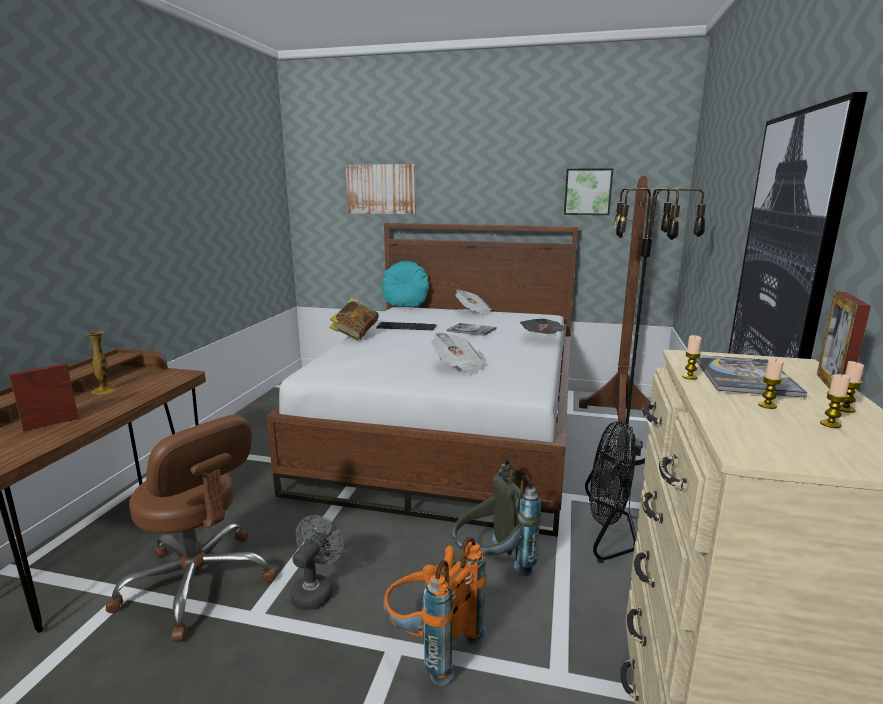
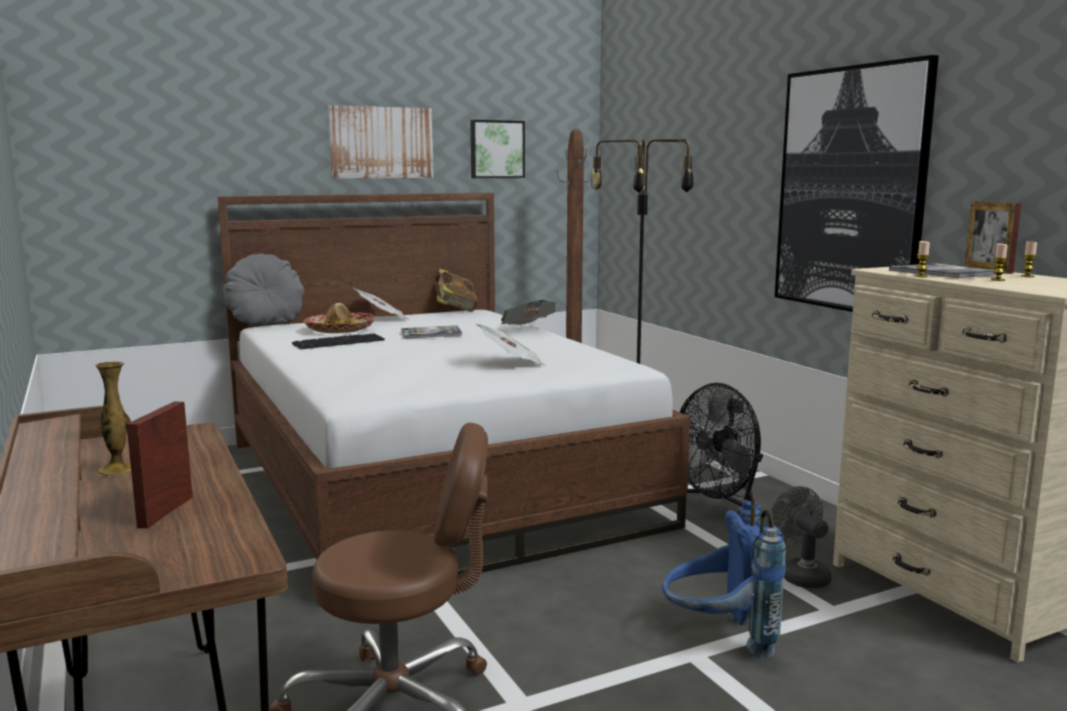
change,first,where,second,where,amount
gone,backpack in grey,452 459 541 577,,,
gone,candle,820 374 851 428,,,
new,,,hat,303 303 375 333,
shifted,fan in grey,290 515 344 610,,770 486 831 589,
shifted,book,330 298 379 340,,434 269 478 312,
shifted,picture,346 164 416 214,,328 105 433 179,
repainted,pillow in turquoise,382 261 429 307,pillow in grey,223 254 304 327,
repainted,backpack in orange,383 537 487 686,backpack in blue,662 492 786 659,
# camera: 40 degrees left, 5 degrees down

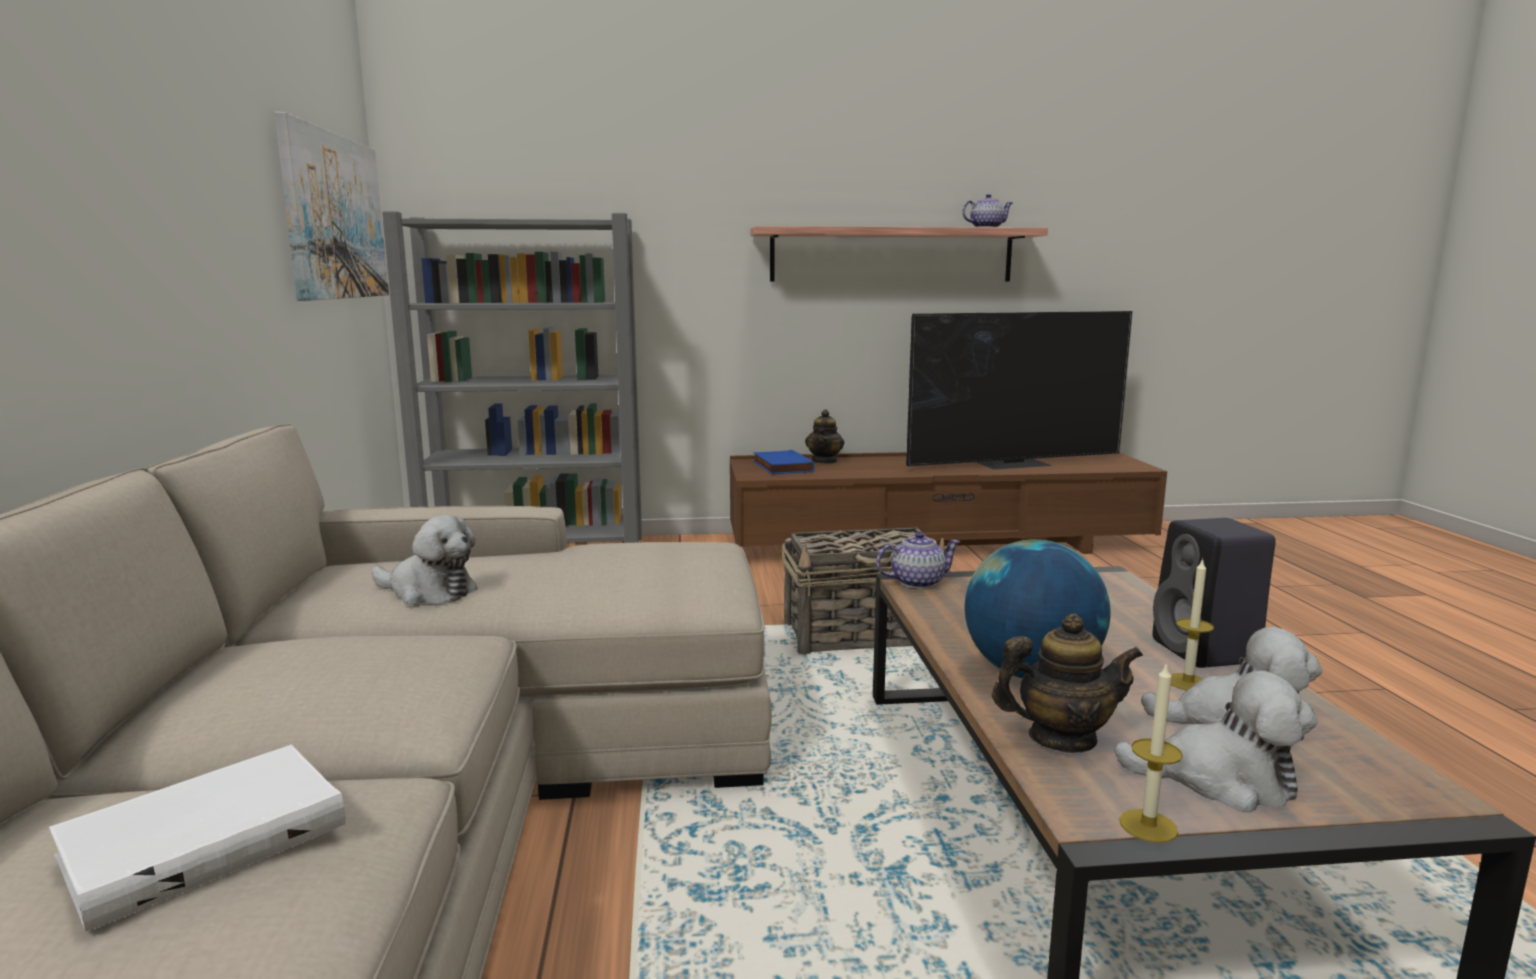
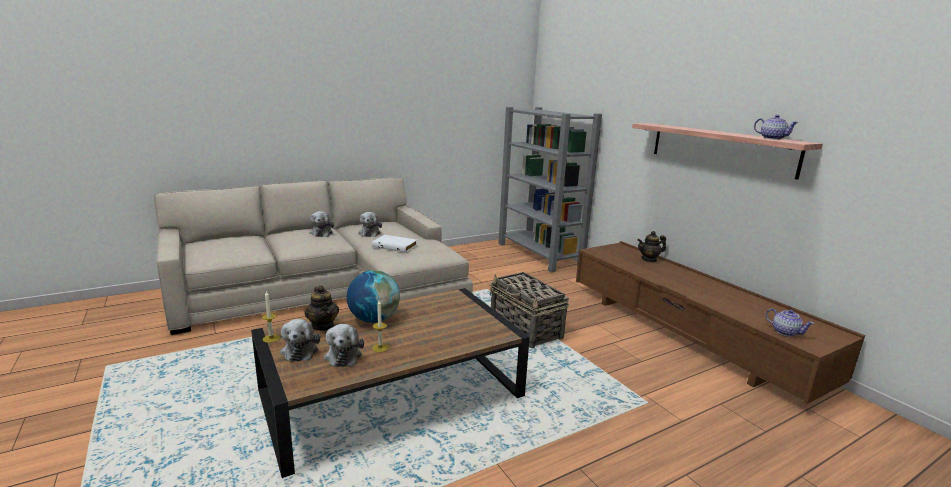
change,first,where,second,where,amount
gone,picture,275 112 389 301,,,
gone,book in blue,753 450 814 474,,,
gone,television,906 311 1132 470,,,
gone,speaker in black,1152 518 1276 668,,,
new,,,plush toy,310 211 334 237,
shifted,book in white,49 745 345 932,,372 235 417 253,
shifted,teapot,876 532 960 588,,765 308 814 337,
# camera: 65 degrees right, 5 degrees up

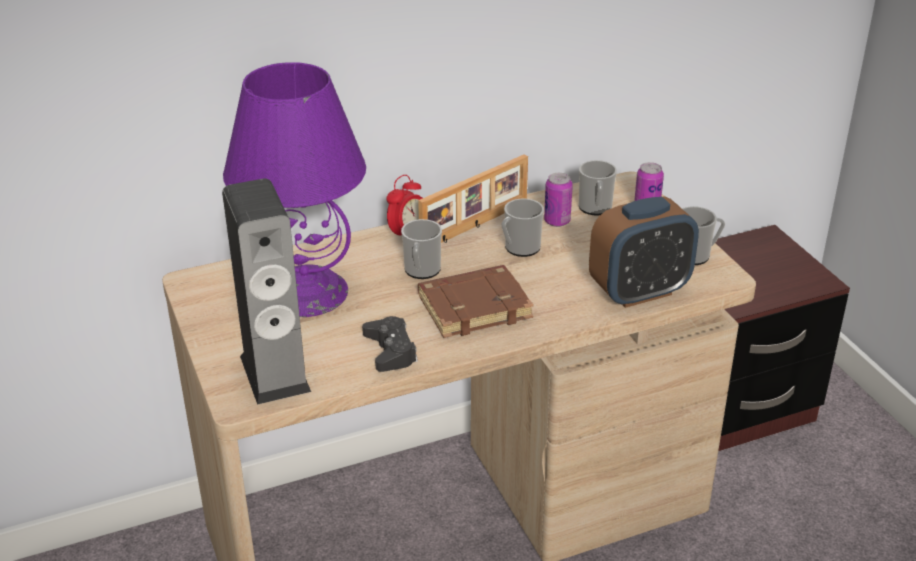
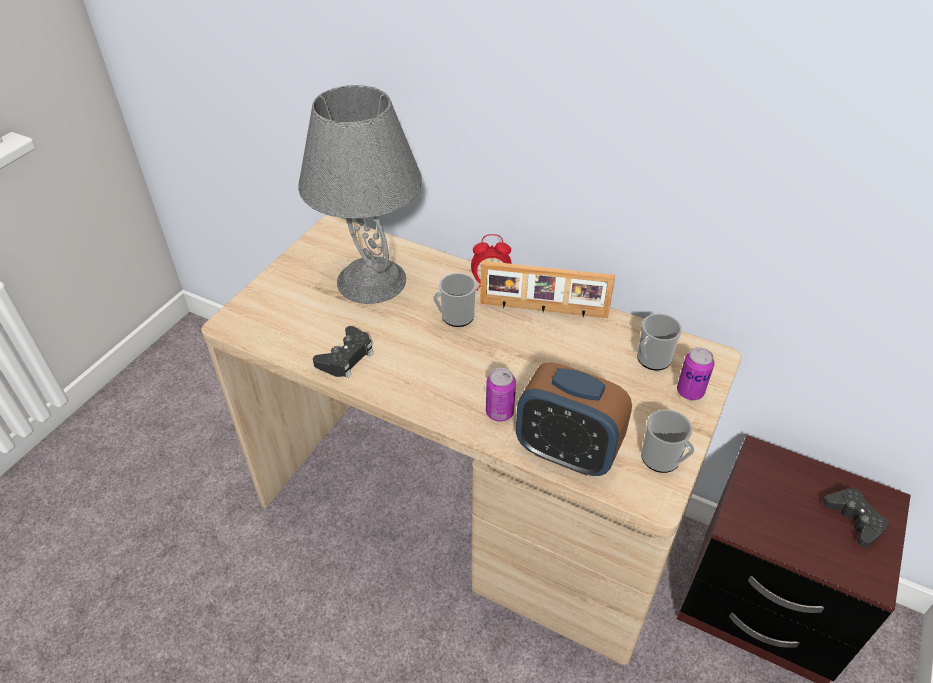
change,first,where,second,where,amount
gone,speaker,222 179 311 405,,,
gone,book in brown,418 265 534 338,,,
gone,mug,502 199 544 257,,,
new,,,game controller in black,823 488 889 548,
shifted,can,544 173 573 227,,486 368 516 422,
repainted,table lamp in purple,223 62 366 317,table lamp in grey,298 85 422 304,
# camera: 50 degrees right, 10 degrees up

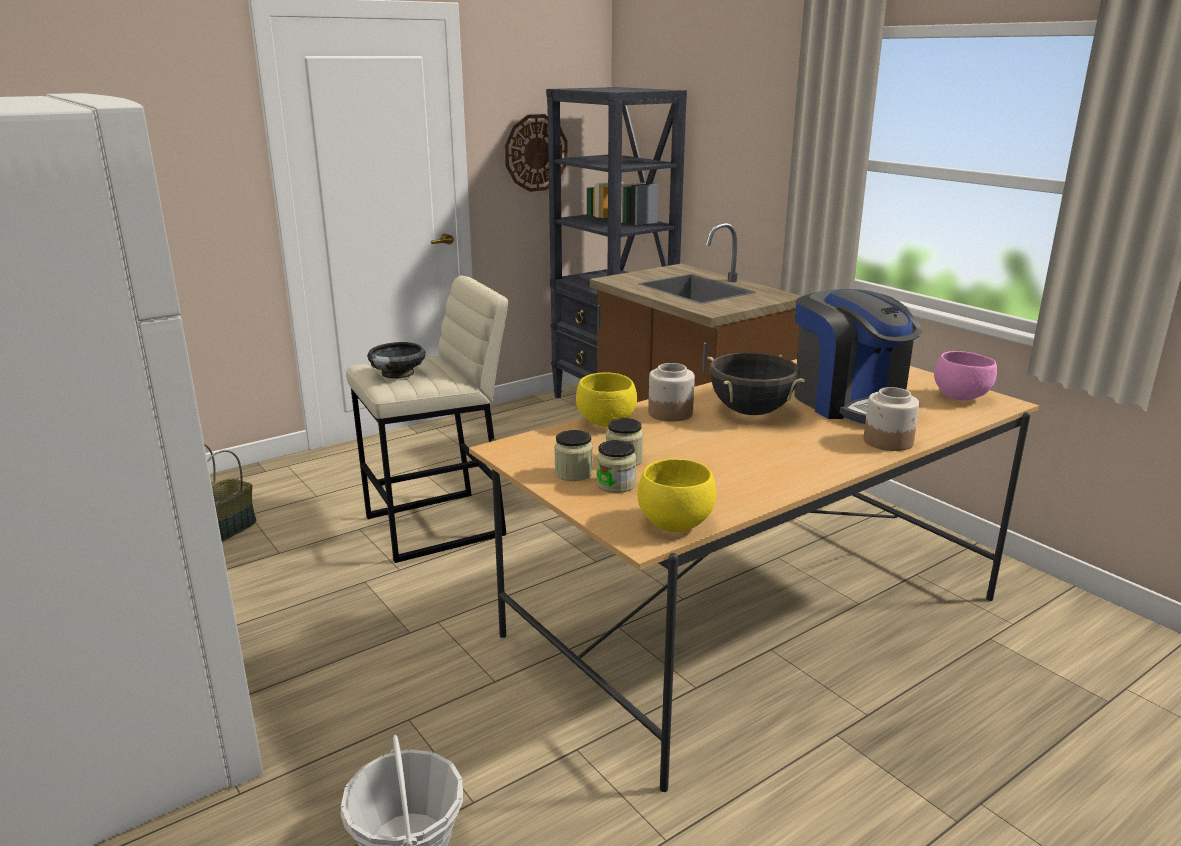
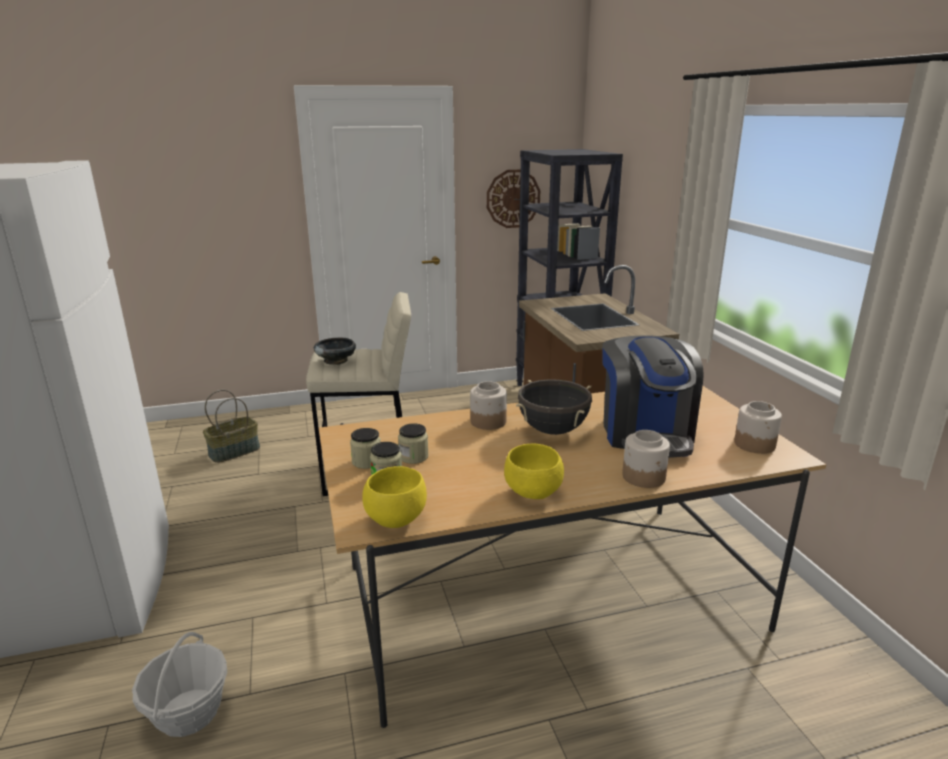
change,first,where,second,where,amount
shifted,bowl in yellow,576 373 637 426,,504 444 564 499,
swapped,bowl in pink,934 351 997 400,jar,734 401 782 454,
# camera: 20 degrees right, 0 degrees up

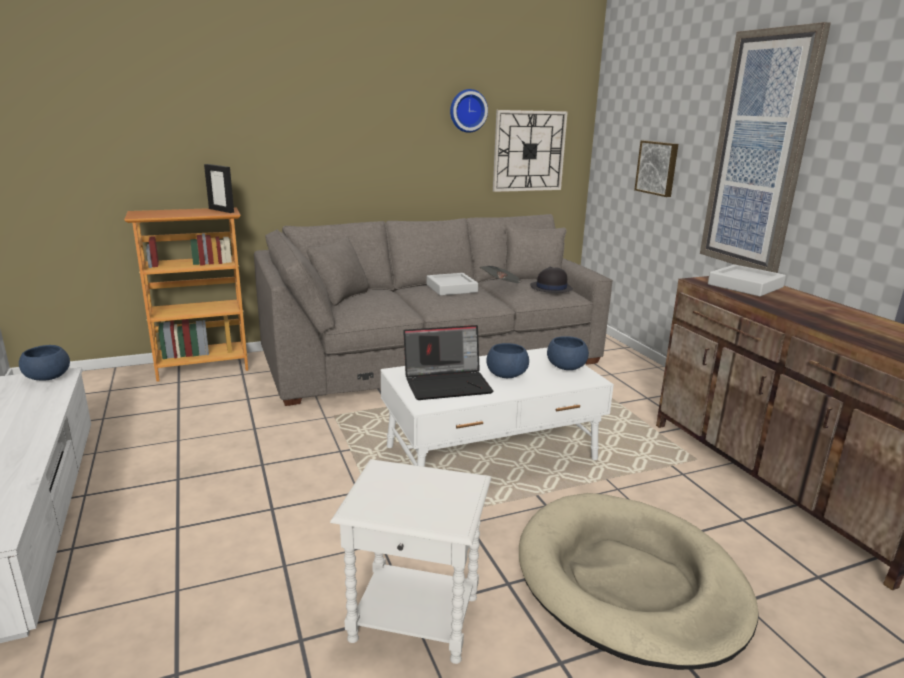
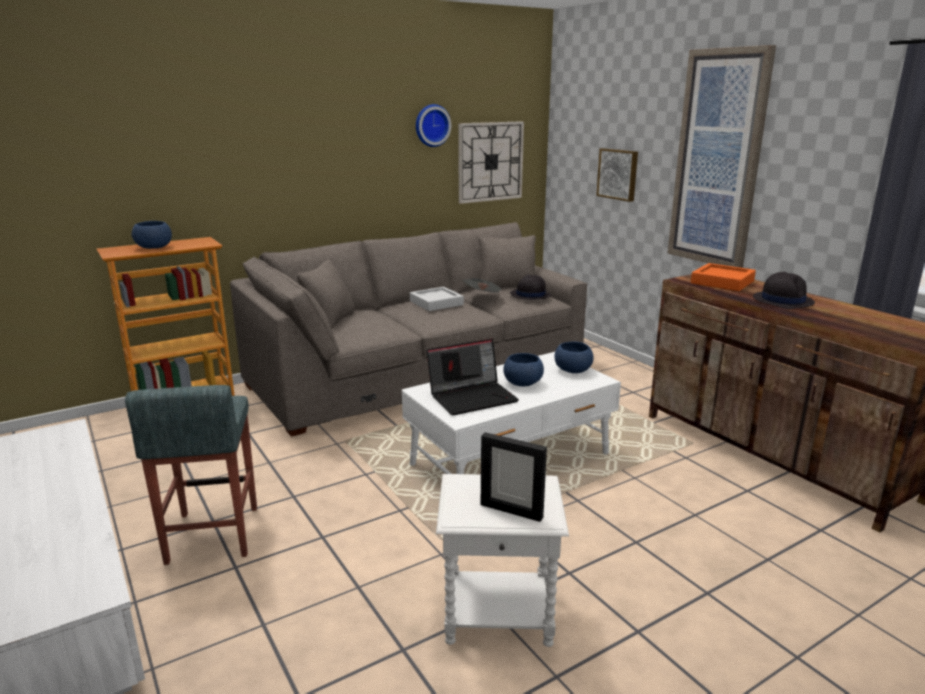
change,first,where,second,where,amount
gone,dog bed in beige,519 493 759 670,,,
new,,,stool in grey,125 385 257 565,
new,,,hat in black,753 272 815 309,
shifted,bowl in blue,19 345 70 381,,132 221 172 249,
shifted,picture frame,204 164 234 213,,481 432 547 522,
repainted,tray in grey,708 264 786 296,tray in orange,691 263 756 291,
# camera: 10 degrees left, 0 degrees up

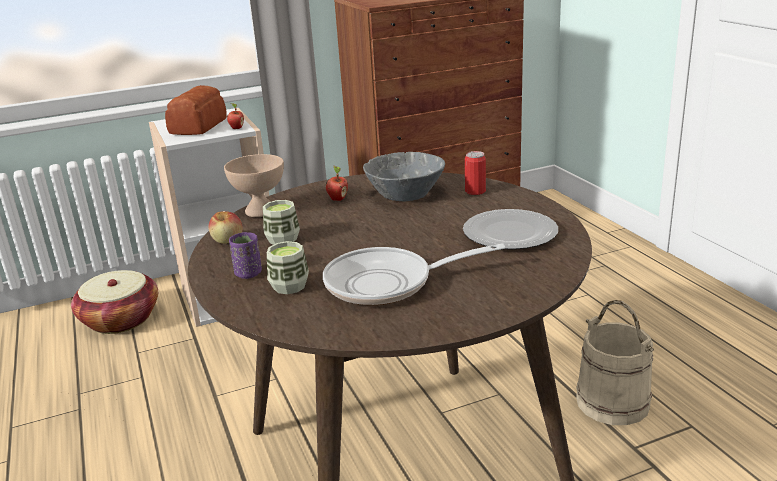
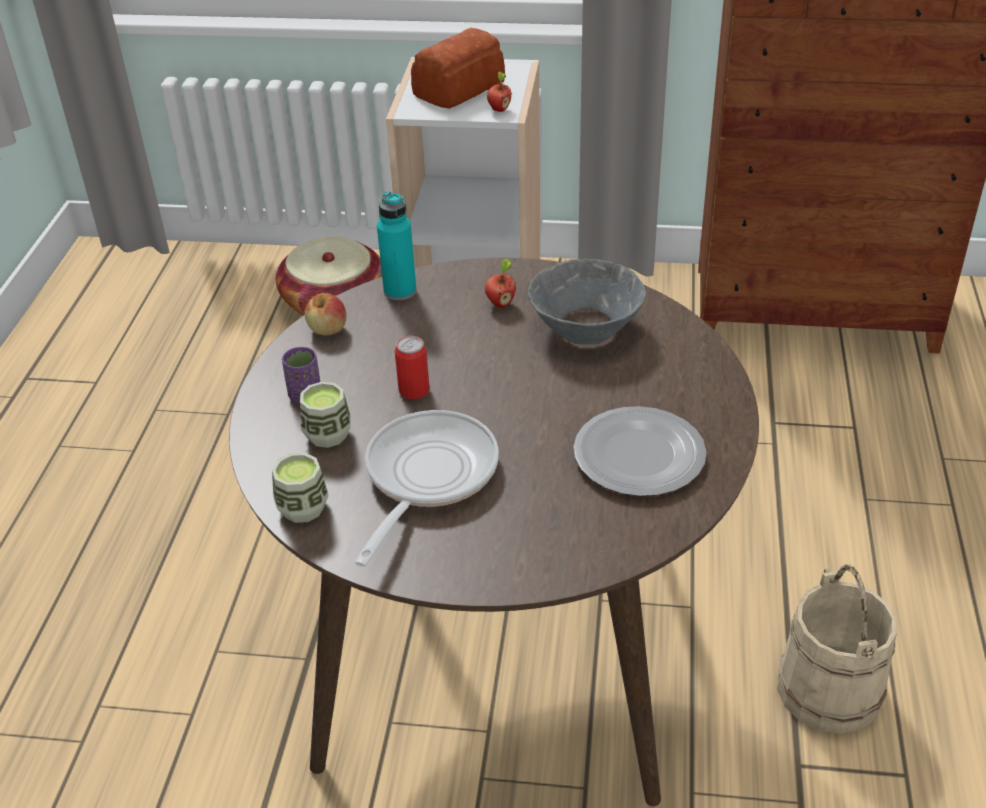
change,first,where,second,where,amount
shifted,cup,263 200 300 245,,272 453 329 523,
shifted,can,465 151 486 195,,395 336 430 399,
swapped,bowl in beige,224 154 284 217,bottle in turquoise,377 191 417 301,
rotated,frying pan,323 244 505 305,,355 410 499 567,90 degrees clockwise
# camera: 30 degrees right, 15 degrees up

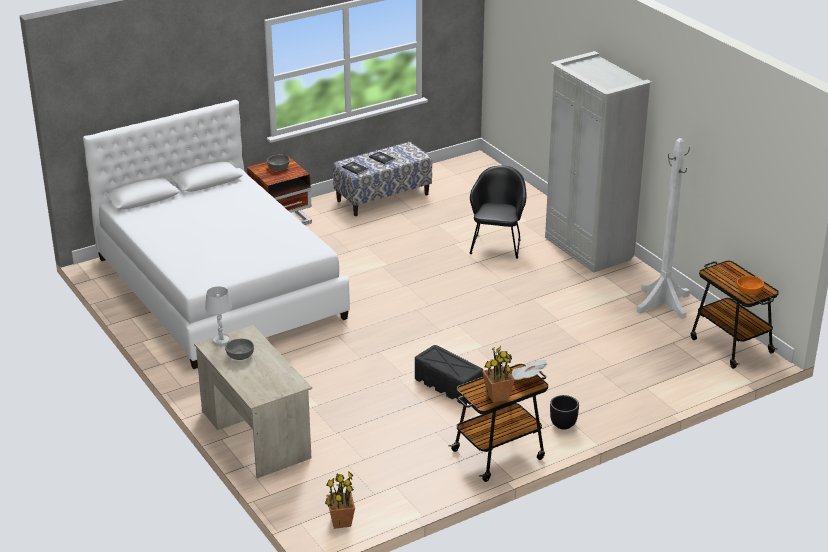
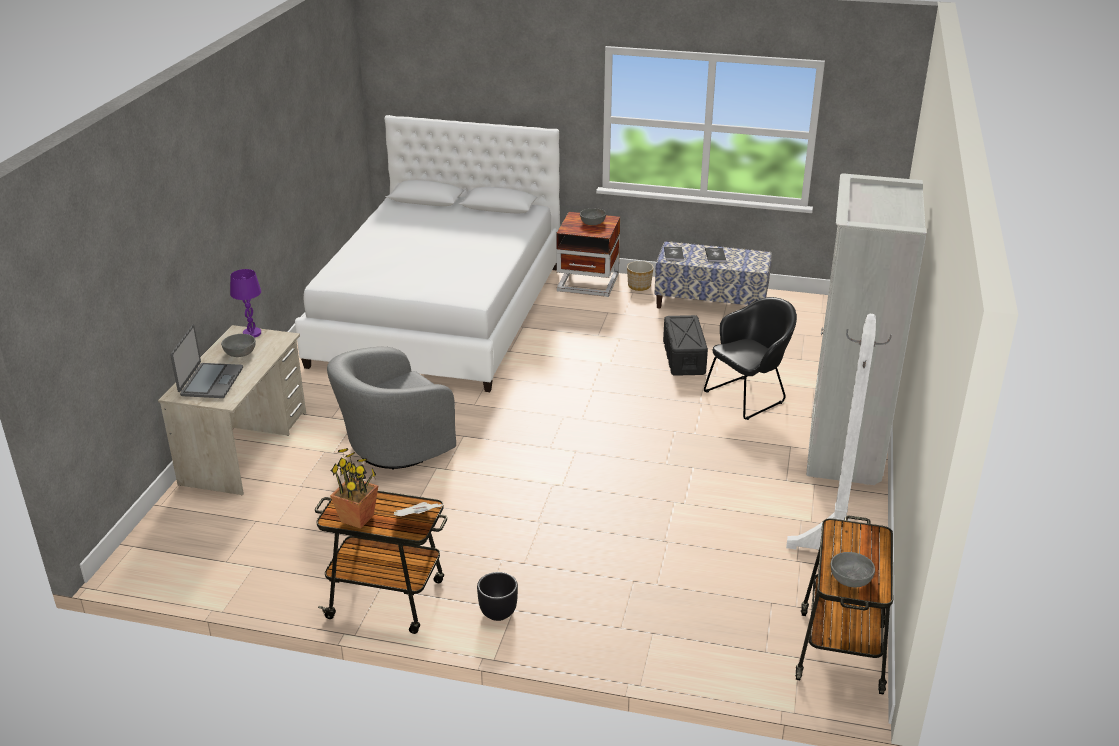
change,first,where,second,where,amount
gone,potted plant,325 471 355 529,,,
new,,,laptop,170 325 243 398,
new,,,armchair in grey,327 347 456 470,
new,,,planter,627 261 654 291,
shifted,storage box in black,415 345 483 404,,663 315 708 376,
repainted,table lamp in white,205 286 232 345,table lamp in purple,230 269 261 338,
repainted,bowl in orange,737 276 764 295,bowl in grey,831 552 875 587,
# camera: 45 degrees right, 0 degrees up

